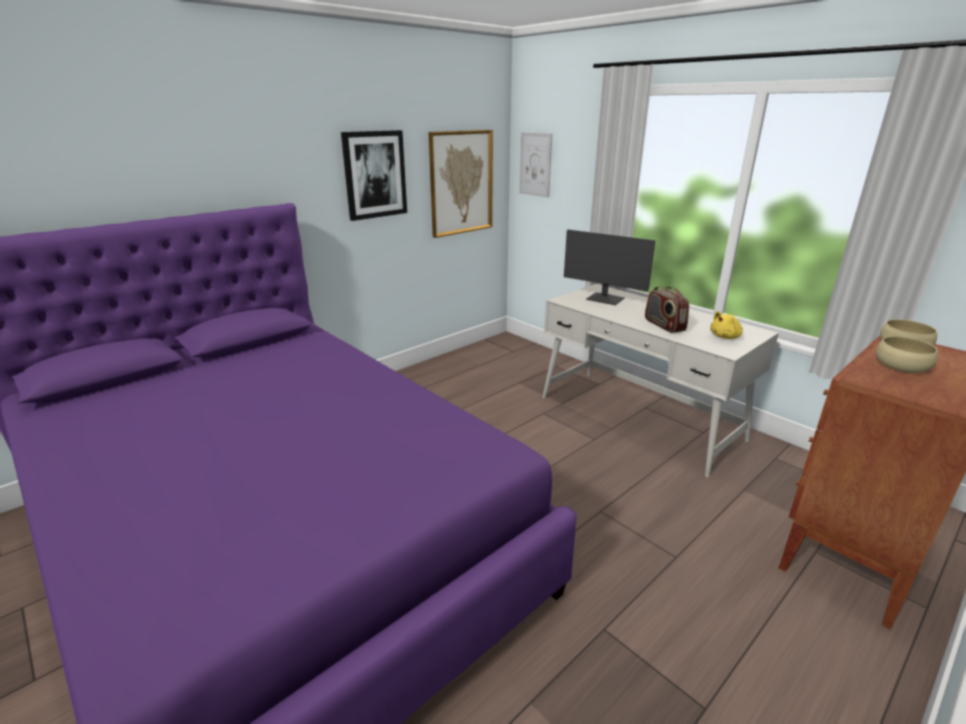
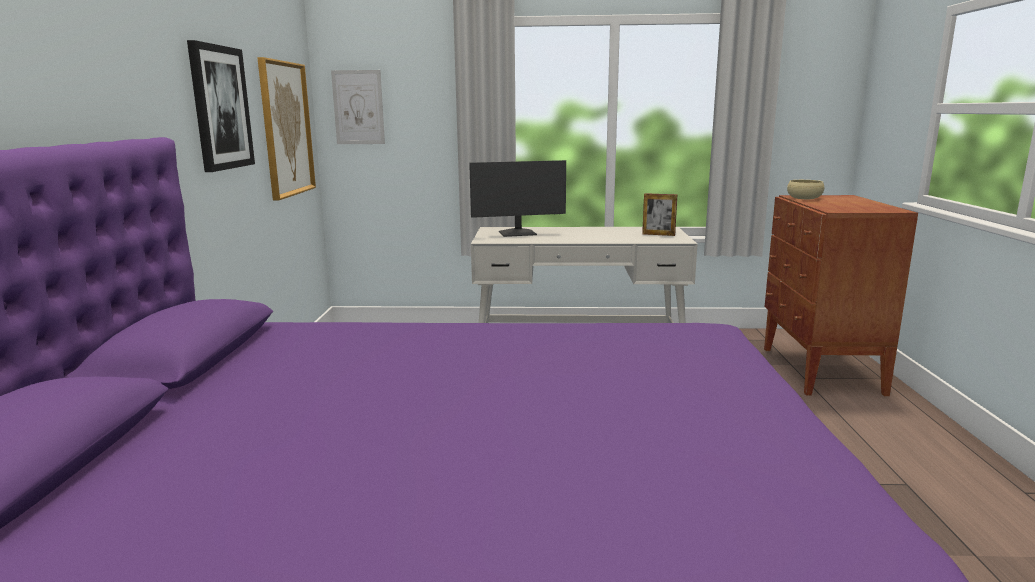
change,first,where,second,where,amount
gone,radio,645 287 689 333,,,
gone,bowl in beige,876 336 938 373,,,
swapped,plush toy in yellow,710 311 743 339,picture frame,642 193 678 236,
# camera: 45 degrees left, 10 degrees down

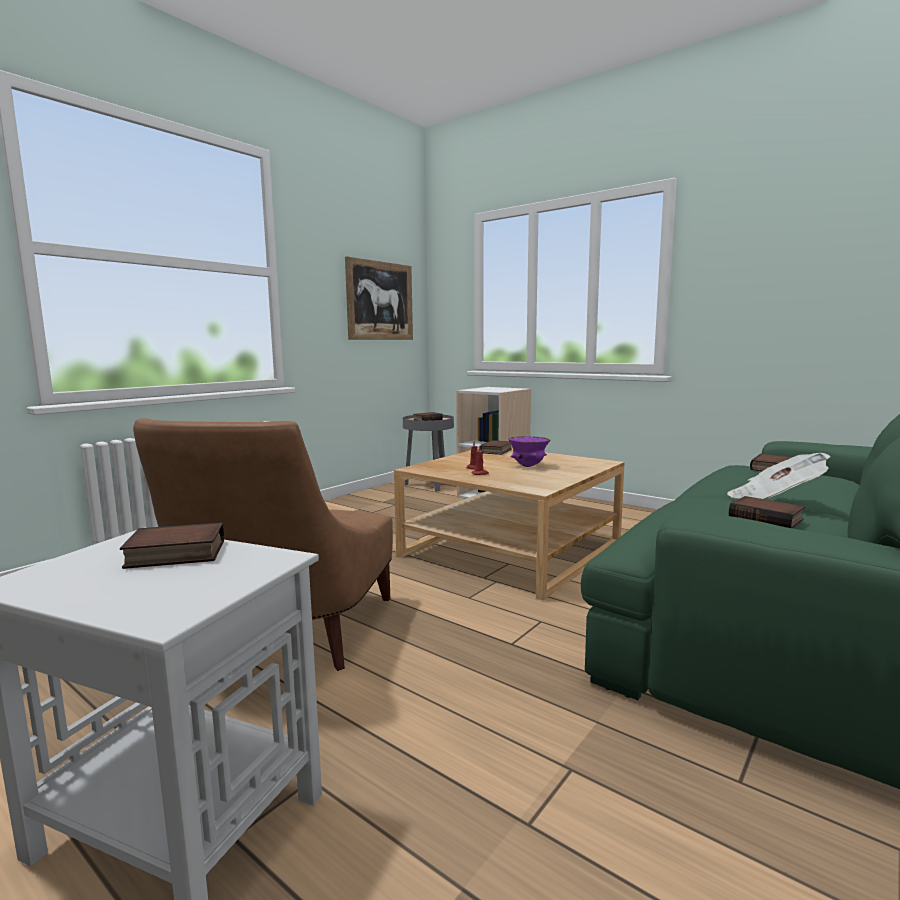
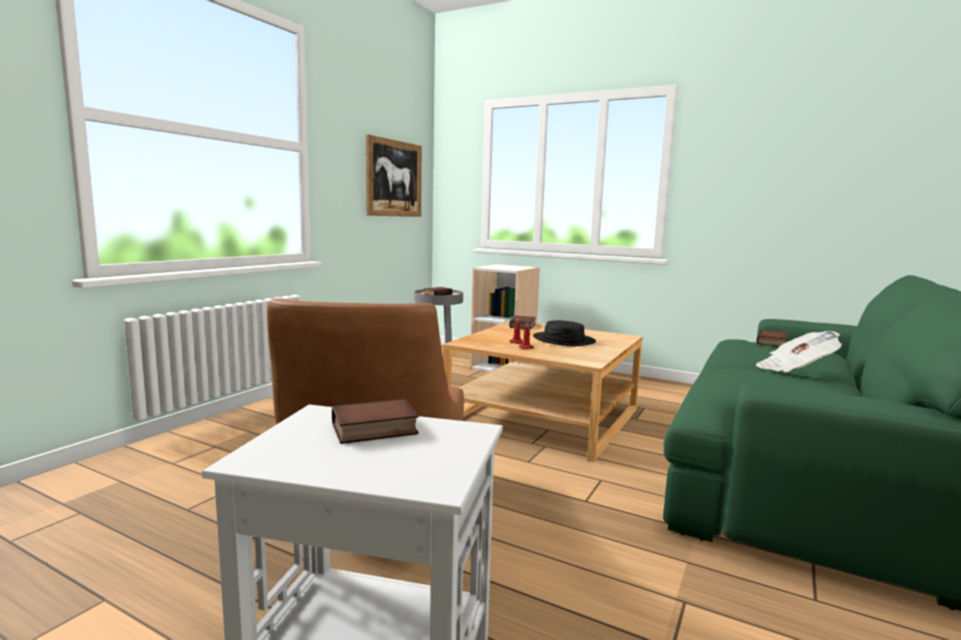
change,first,where,second,where,amount
gone,book,729 496 805 528,,,
swapped,bowl in purple,509 436 551 467,hat in black,533 320 596 346,
# camera: 10 degrees left, 0 degrees up

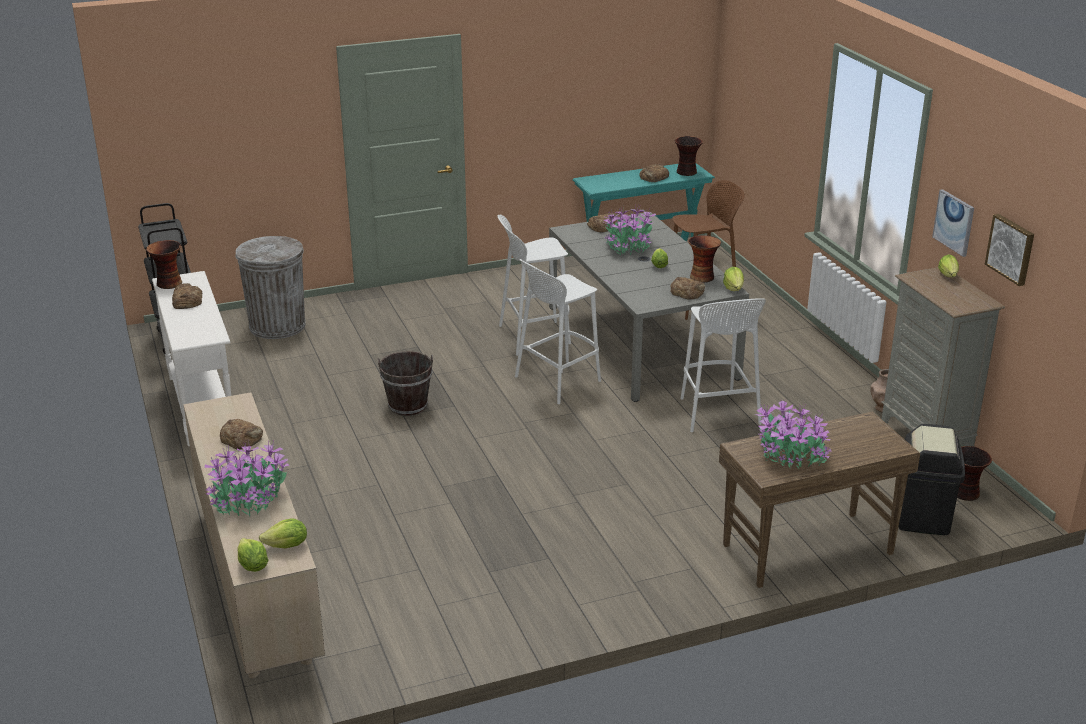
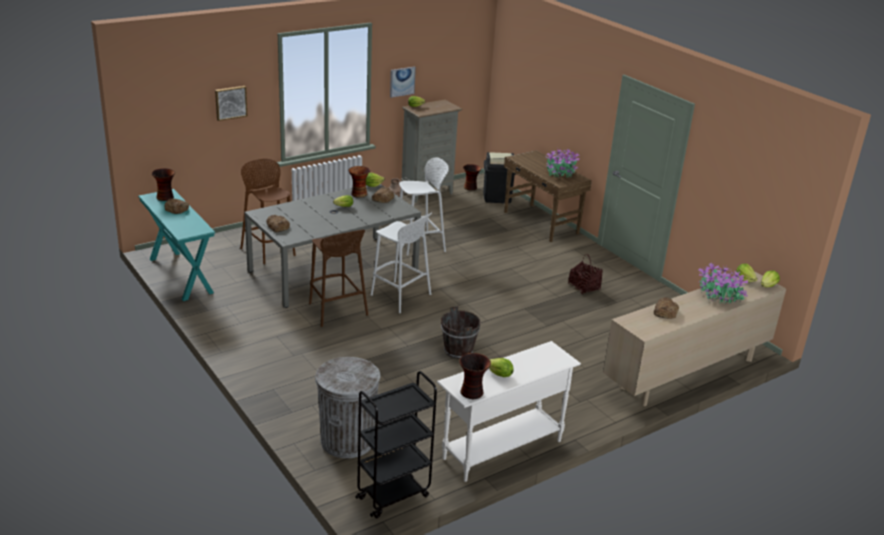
change,first,where,second,where,amount
gone,potted plant,604 208 656 255,,,
new,,,basket,568 254 603 294,
shifted,picture,985 214 1034 286,,215 86 247 121,
swapped,bread,172 283 202 309,lettuce,489 358 514 377,
repainted,stool in white,498 215 571 356,stool in brown,309 230 368 327,
# camera: 105 degrees left, 0 degrees up

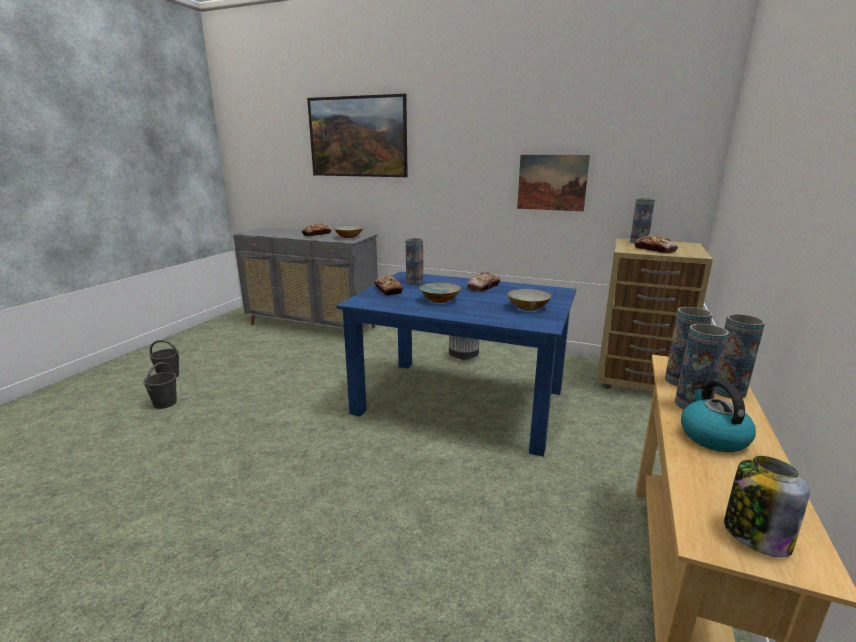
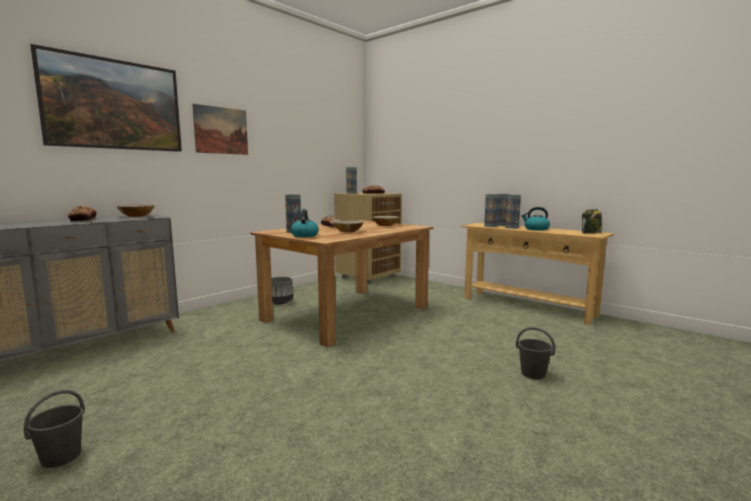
change,first,where,second,where,amount
shifted,bucket in grey,143 362 177 409,,516 327 555 380,
shifted,picture,517 155 590 211,,192 104 248 155,
swapped,bread,374 275 403 296,kettle,291 209 319 237,
repainted,dining table in blue,336 272 576 457,dining table in brown,250 220 433 347,
# camera: 70 degrees left, 10 degrees down

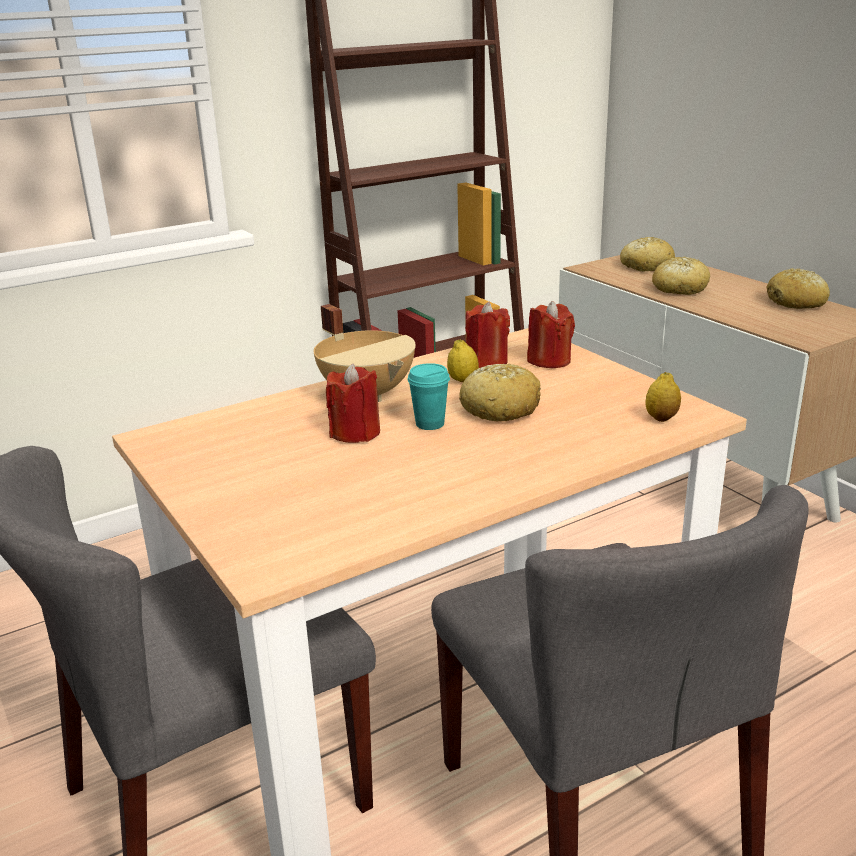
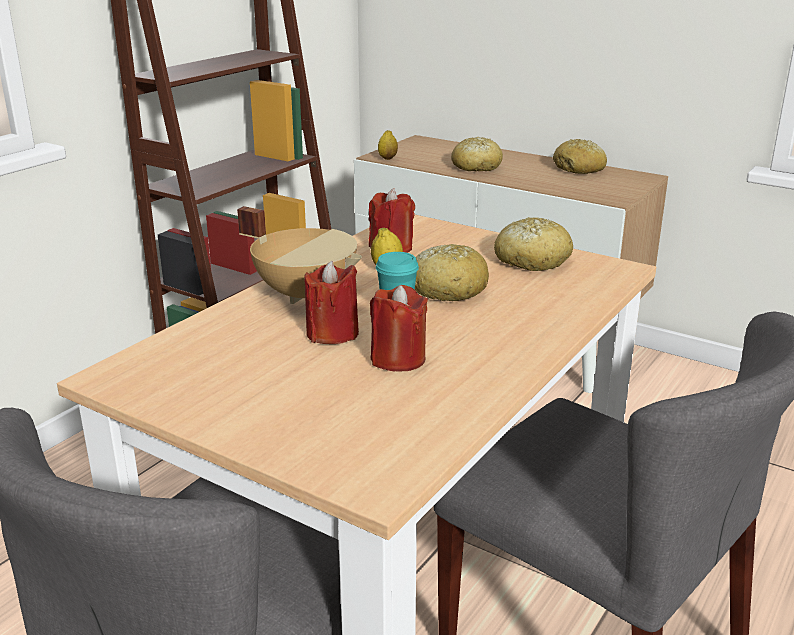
change,first,where,second,where,amount
shifted,candle in red,527 301 575 368,,370 285 428 372,
shifted,bread,620 237 675 271,,494 217 573 271,
shifted,lemon,645 372 681 422,,378 130 398 160,
# camera: 25 degrees left, 0 degrees up

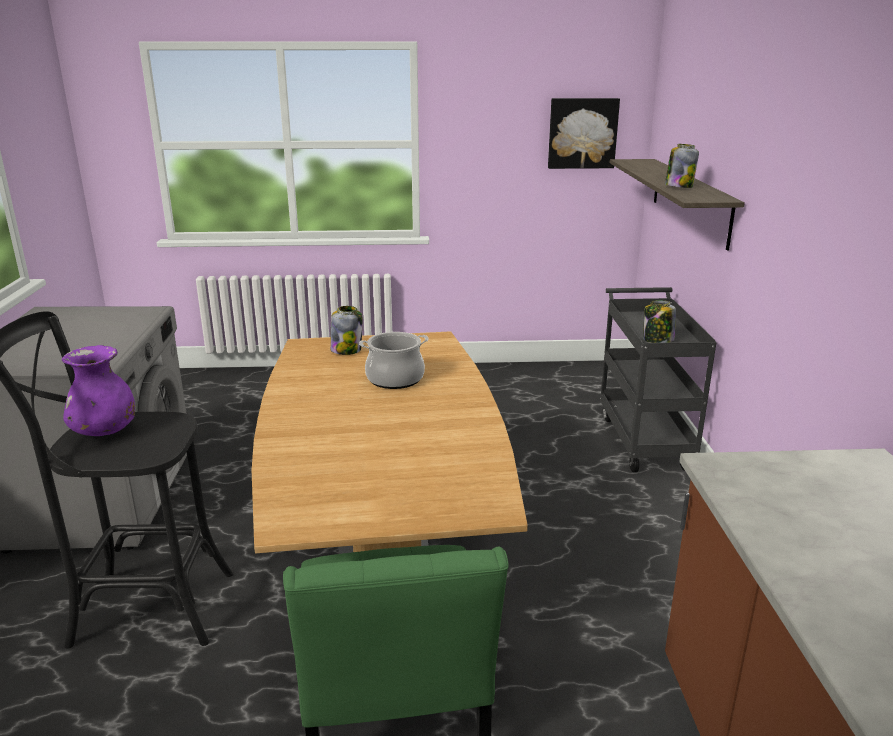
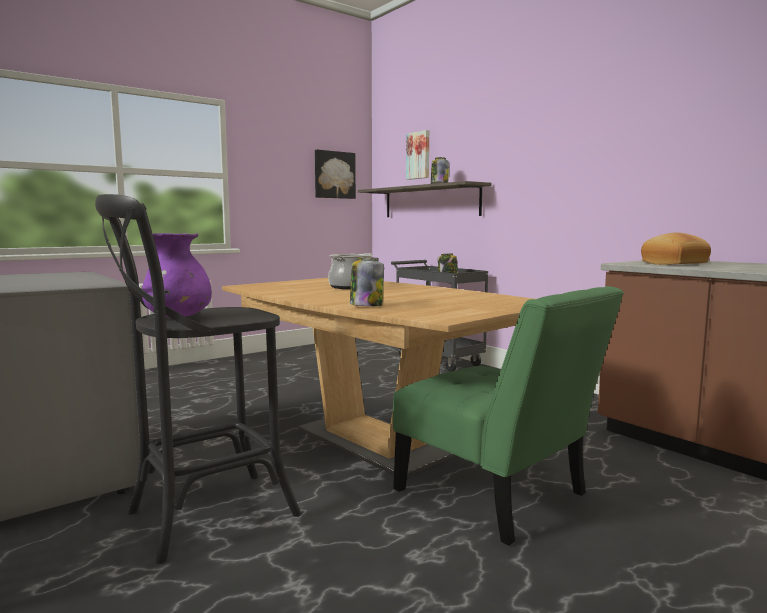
change,first,where,second,where,amount
new,,,picture,406 130 429 180,
new,,,bread,641 232 711 265,
shifted,jar,330 306 362 355,,350 257 384 306,
# camera: 35 degrees left, 15 degrees down

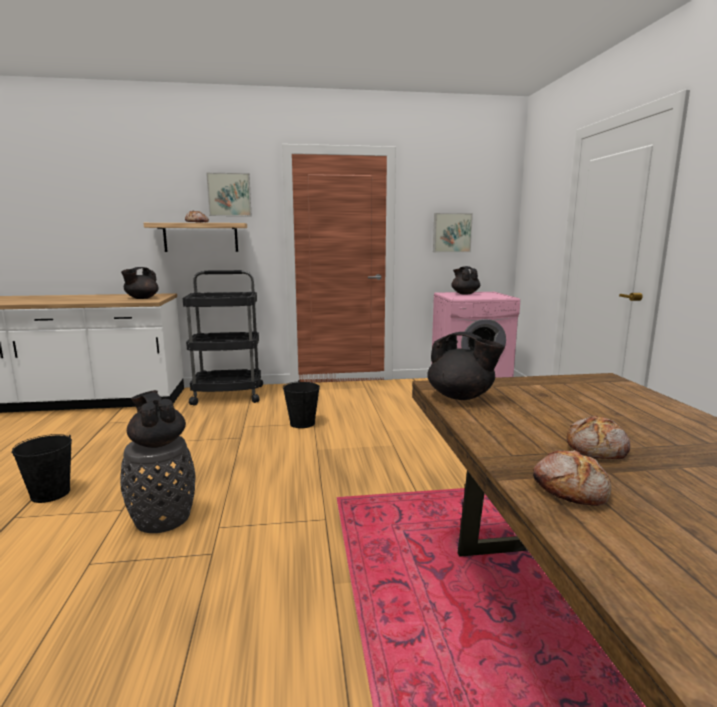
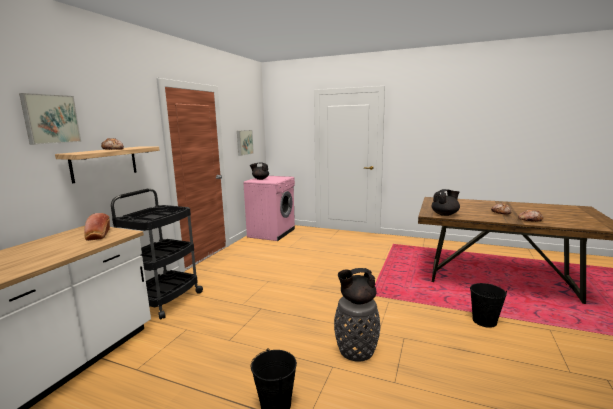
change,first,where,second,where,amount
shifted,picture,206 173 252 216,,19 93 81 145,
shifted,bucket in black,283 380 320 428,,470 283 507 328,
swapped,teapot in black,121 267 159 299,bread,84 213 110 241,
# camera: 60 degrees left, 0 degrees up

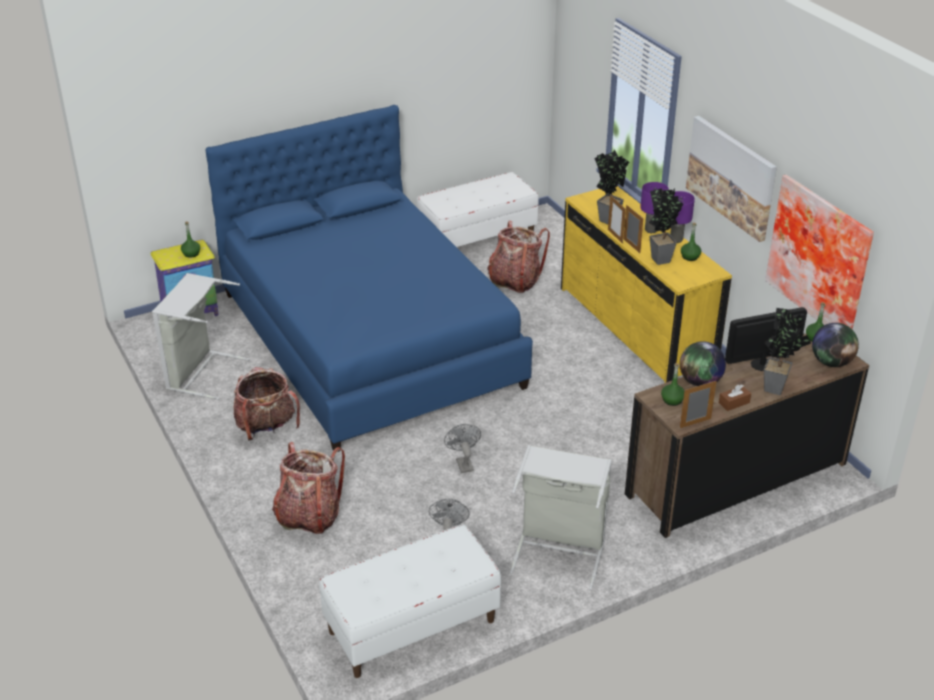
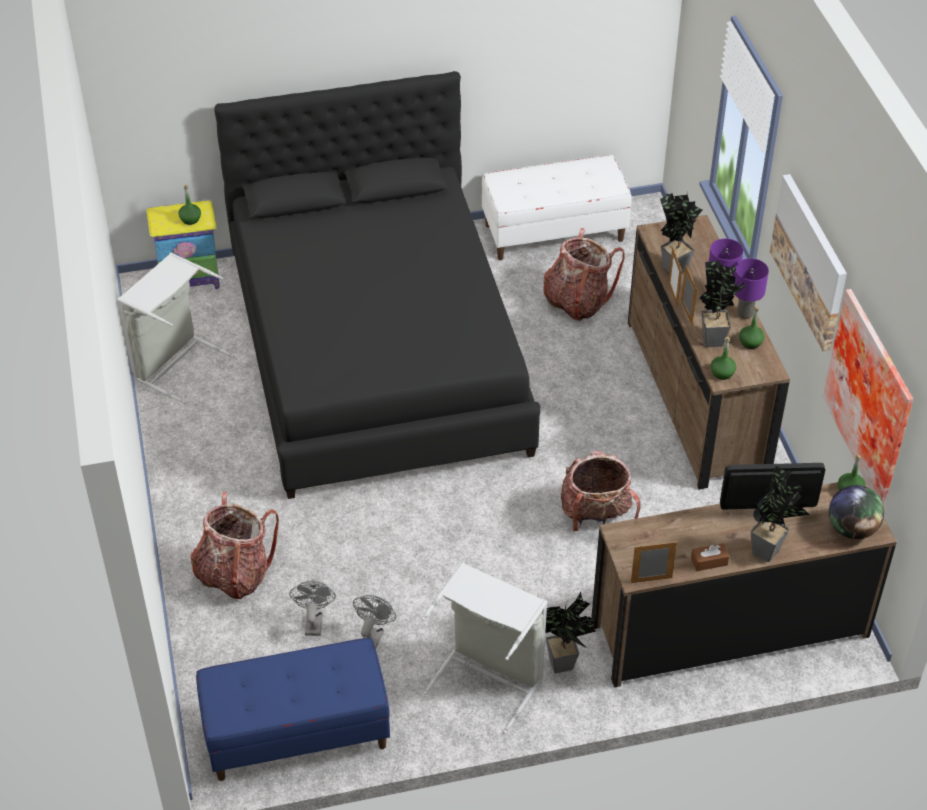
change,first,where,second,where,amount
gone,globe,680 341 726 386,,,
new,,,potted plant,545 592 596 673,
shifted,backpack,233 367 300 441,,561 450 641 531,
shifted,fan in grey,444 424 481 473,,290 581 336 636,
shifted,bottle in green,661 363 684 406,,710 337 736 380,
repainted,bed in blue,205 105 533 452,bed in black,214 71 541 499,
repainted,bench in white,319 524 501 678,bench in blue,196 638 390 781,
repainted,dresser in yellow,561 186 732 383,dresser in brown,628 215 790 489,
# camera: 15 degrees right, 10 degrees up

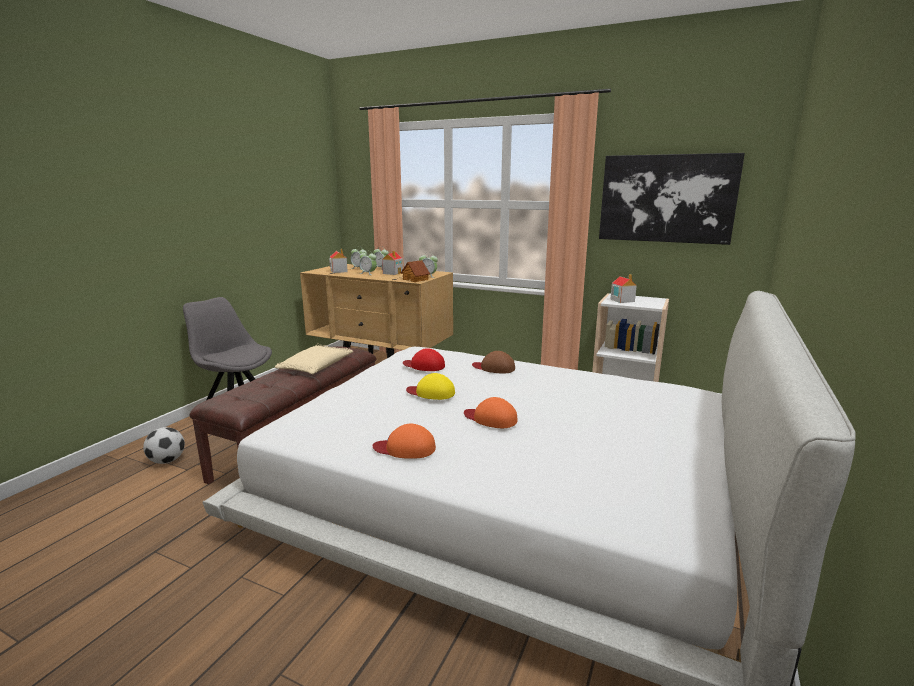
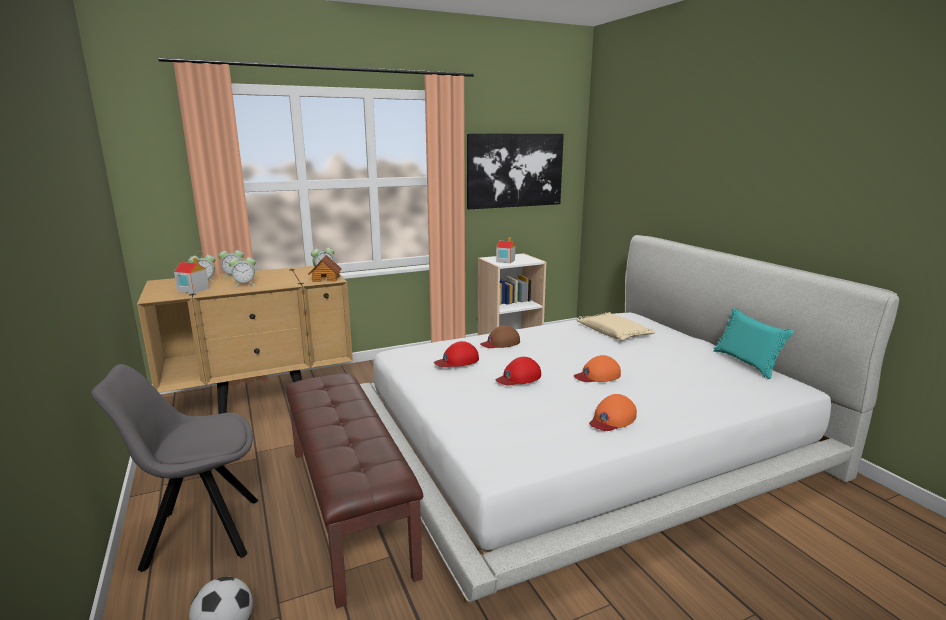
change,first,where,second,where,amount
gone,toy house,382 250 403 275,,,
new,,,pillow in turquoise,713 308 794 379,
shifted,pillow in beige,275 343 353 374,,577 312 655 341,
repainted,cap in yellow,406 373 455 400,cap in red,496 357 541 385,
# camera: 50 degrees left, 0 degrees up

